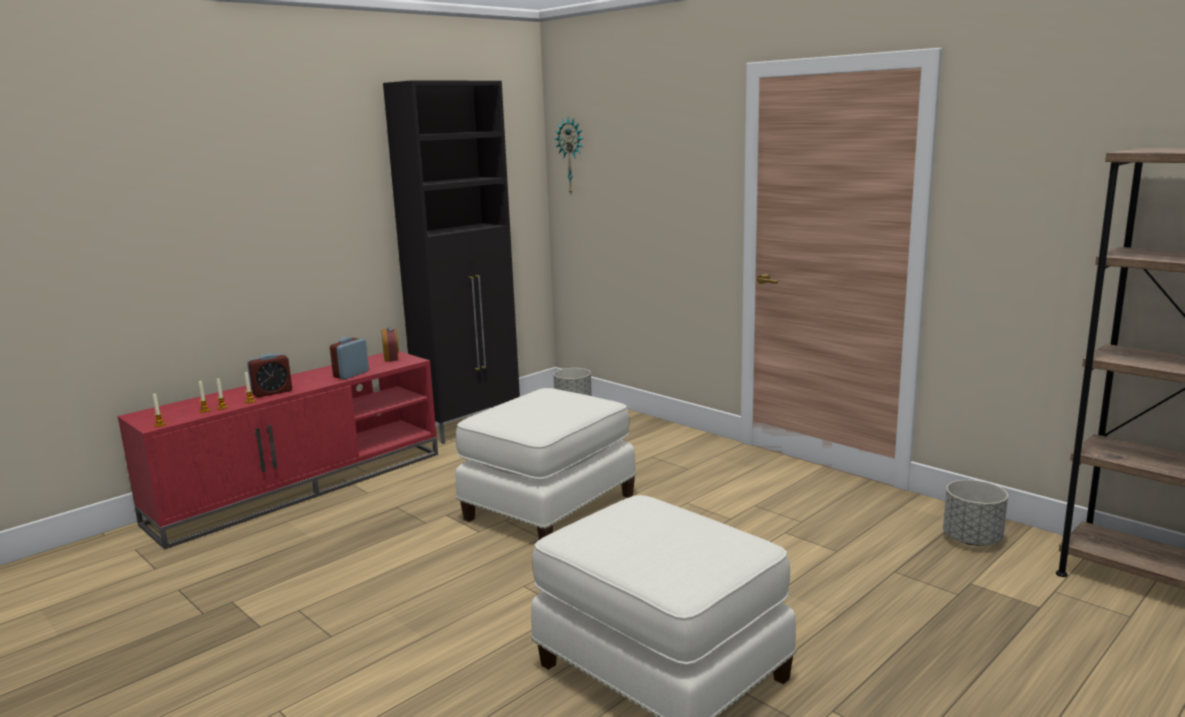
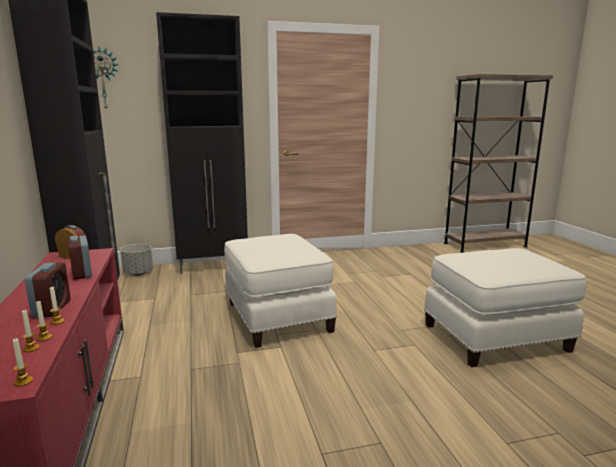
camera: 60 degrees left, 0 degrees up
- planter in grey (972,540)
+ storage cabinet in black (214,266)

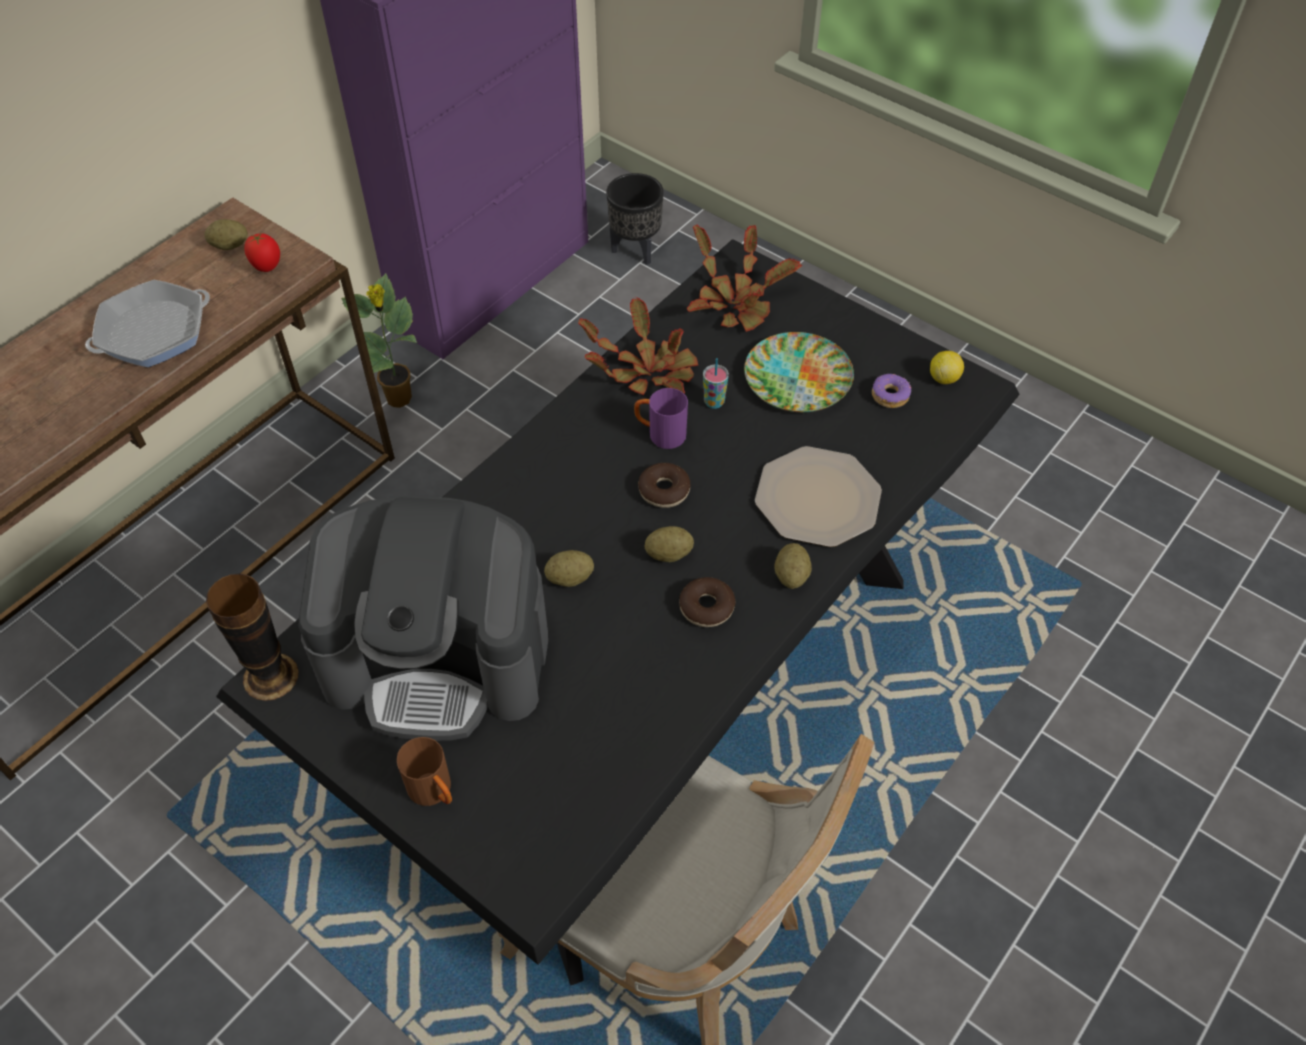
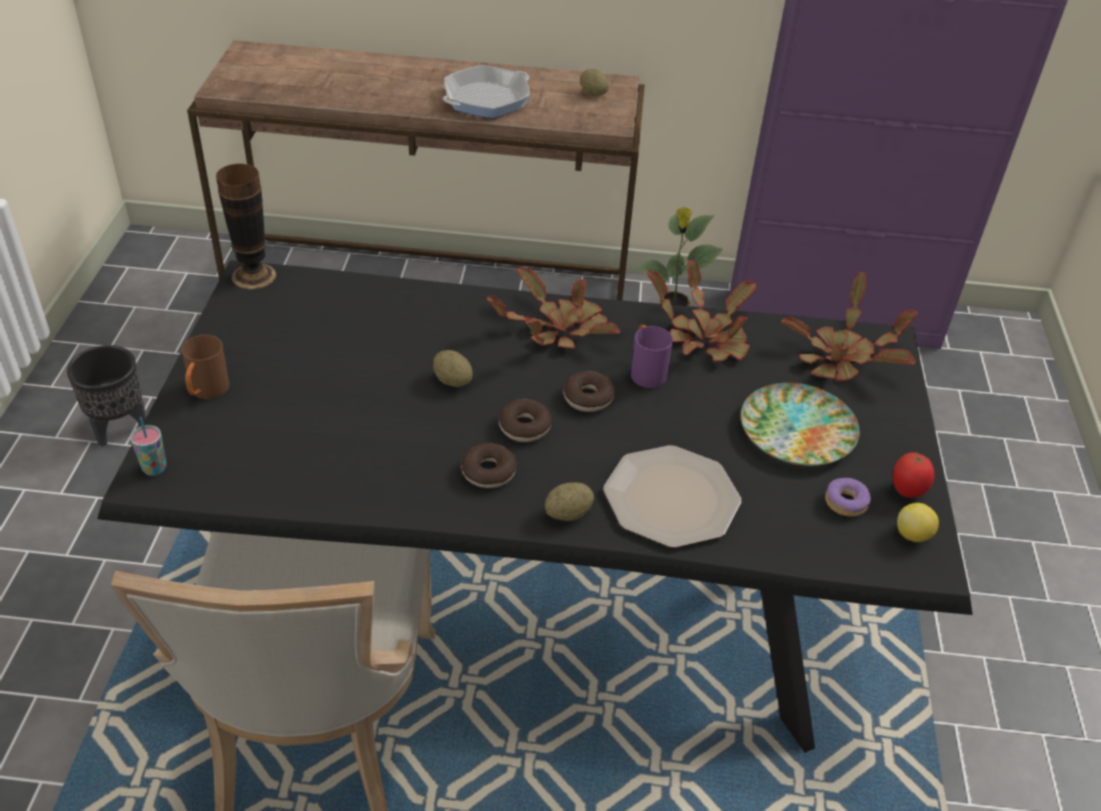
camera: 55 degrees right, 10 degrees down
~ frying pan (153,332) = (486,99) 60 degrees counterclockwise
~ fresh tomato (267,267) to (907,491)
- coffee maker (439,656)
~ planter in black (636,250) to (120,429)
~ spud (669,554) to ring doughnut (524,427)
~ small cup (714,402) to (154,469)
+ plant in a pot (558,330)

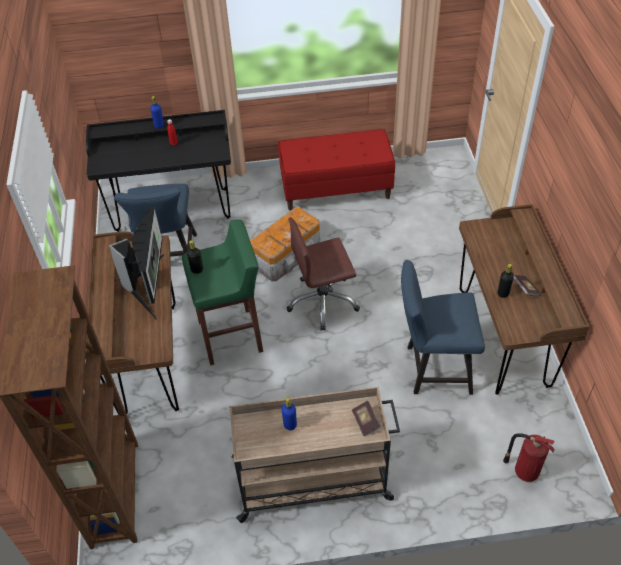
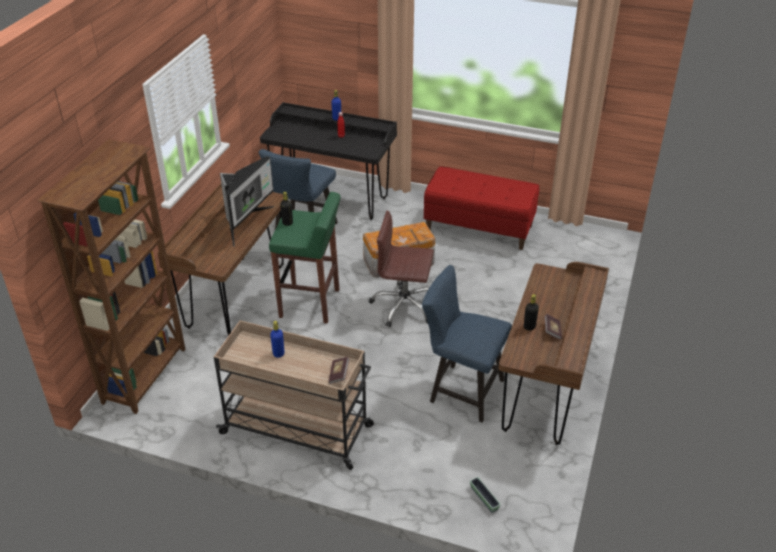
camera: 25 degrees right, 10 degrees down
~ extinguisher (524,471) to planter (484,498)

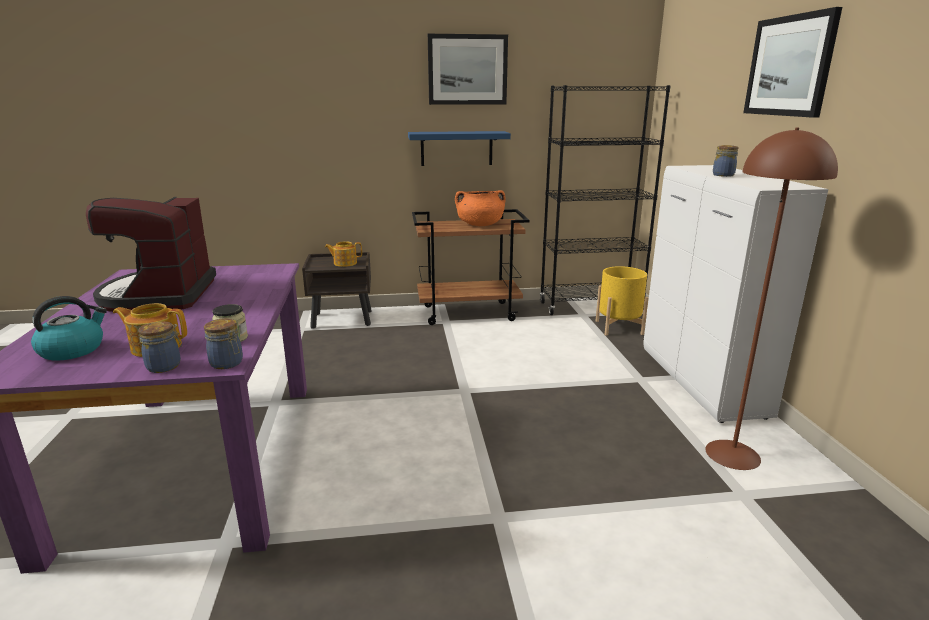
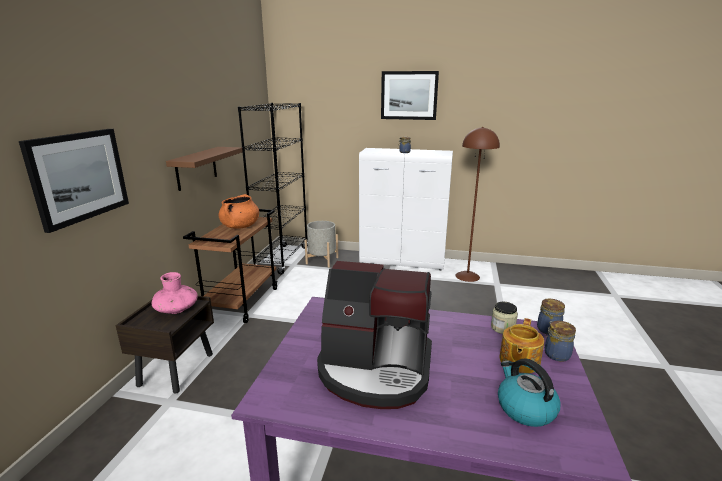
camera: 70 degrees left, 0 degrees up
~ tea pot (344,263) to decorative vase in pink-coloured (176,309)
~ bracket shelf in bluish (456,148) to bracket shelf in brownish (196,168)
~ wall art (467,70) to (79,176)
~ planter in yellow-coloured (619,327) to planter in grey (322,260)

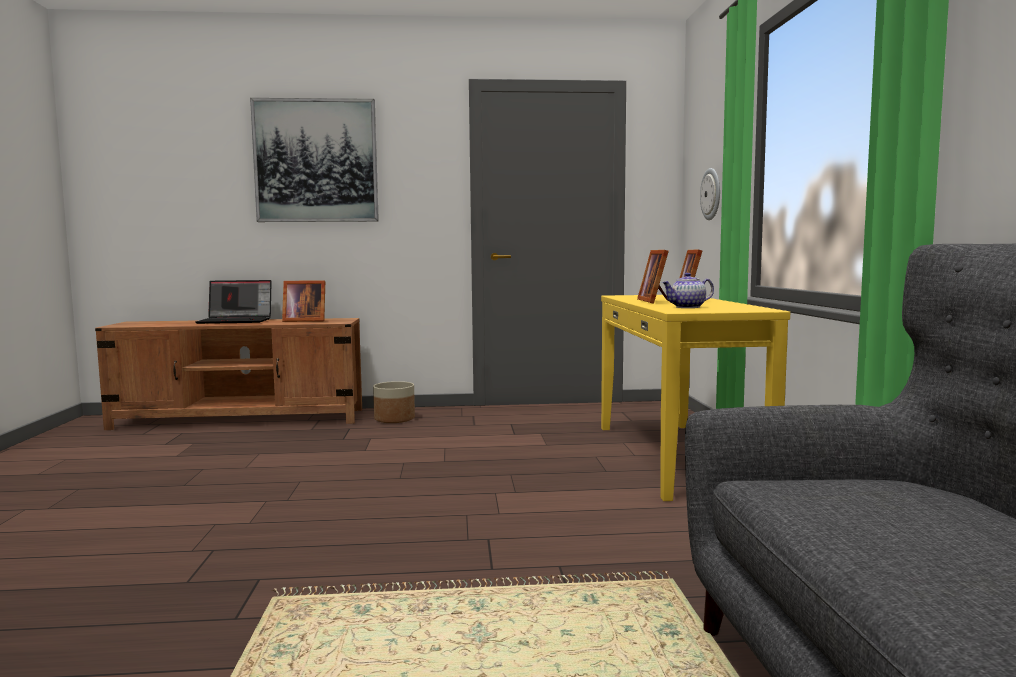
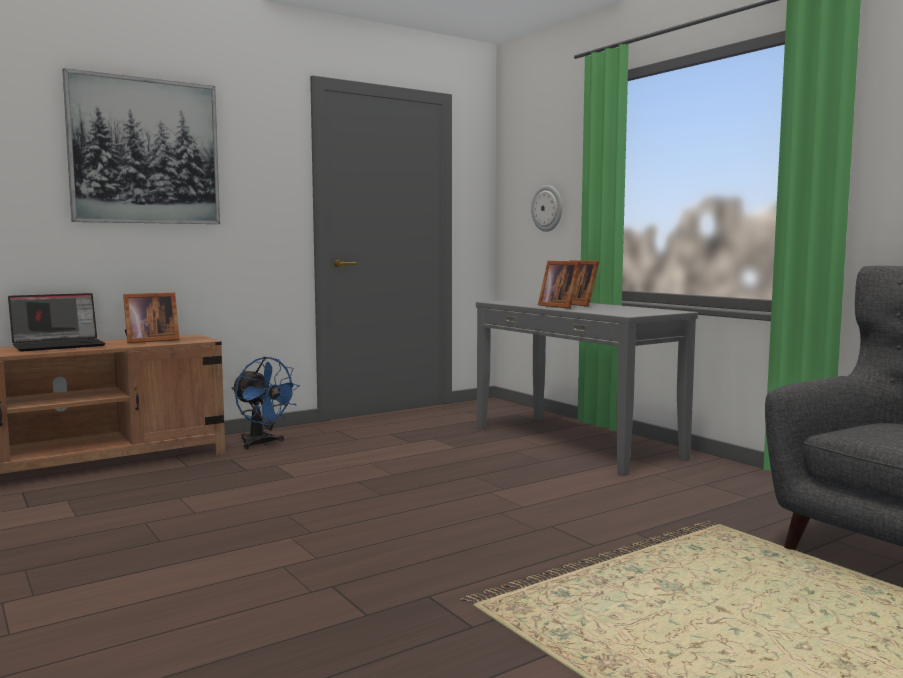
camera: 30 degrees left, 0 degrees up
~ planter (394,419) to cooling fan in bluish (262,444)
~ console table in yellow-coloured (677,457) to console table in grey (575,442)
- tea pot (687,307)

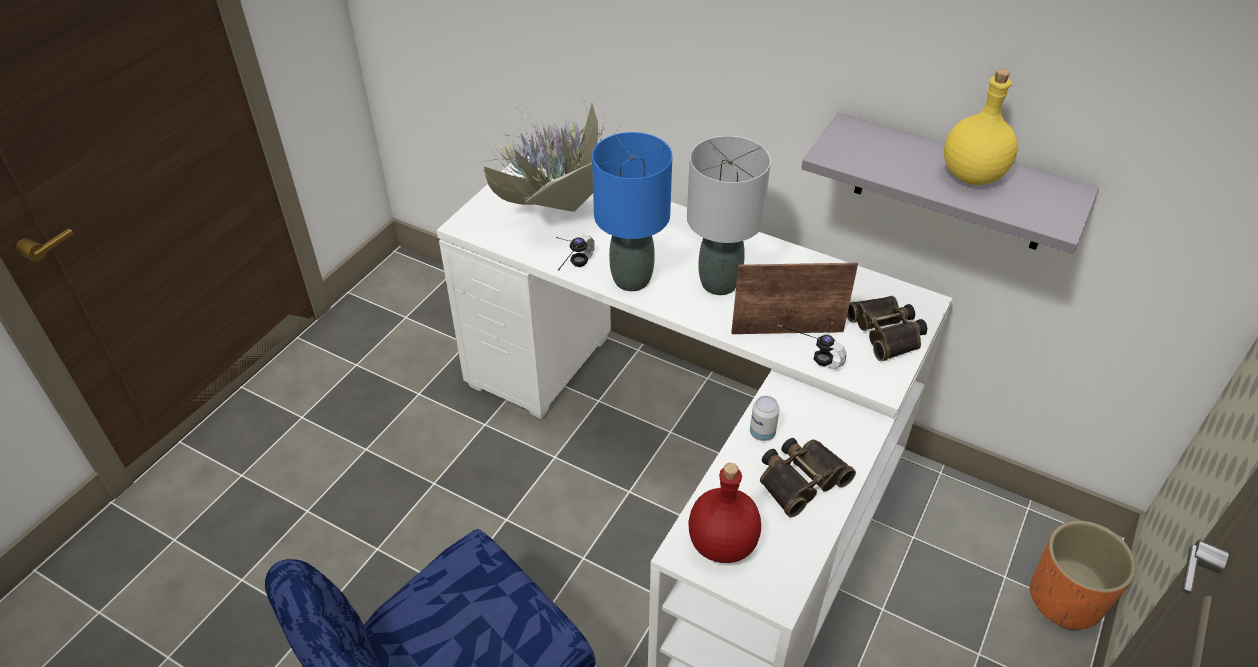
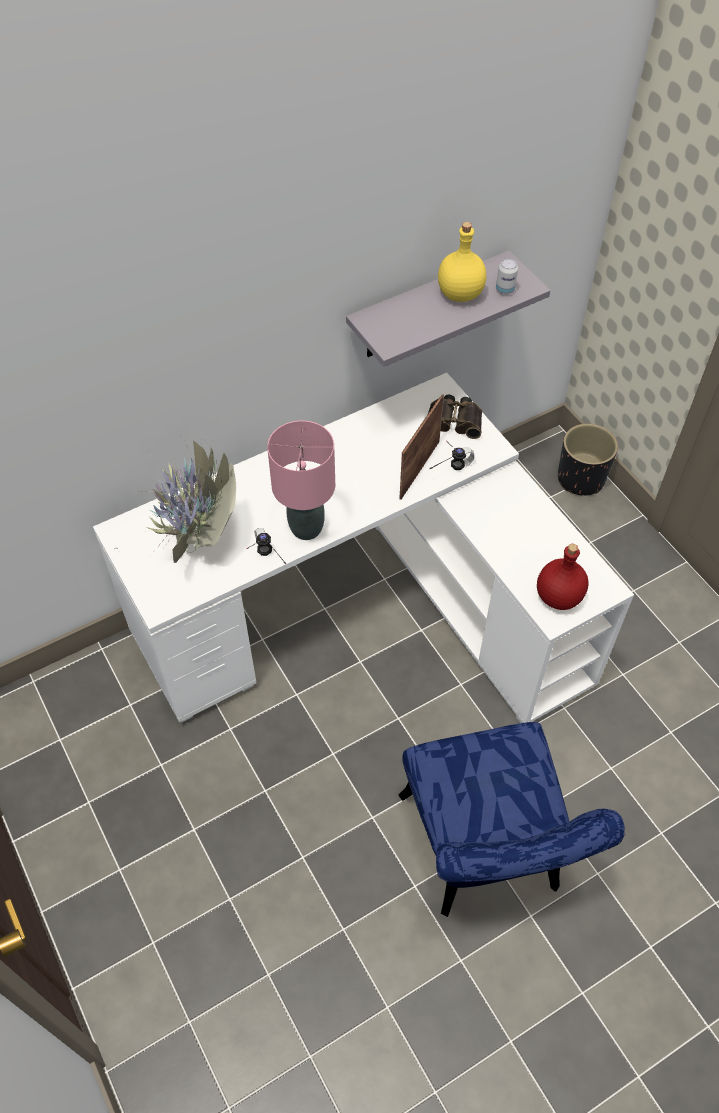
camera: 60 degrees left, 10 degrees up
~ lamp for a table in bluish (632,279) to lamp for a table in pink-coloured (306,528)
- lamp for a table in grey (720,283)
~ sealed can (762,433) to (505,290)
- field glasses (800,478)
~ planter in orangey (1066,599) to planter in black (581,478)

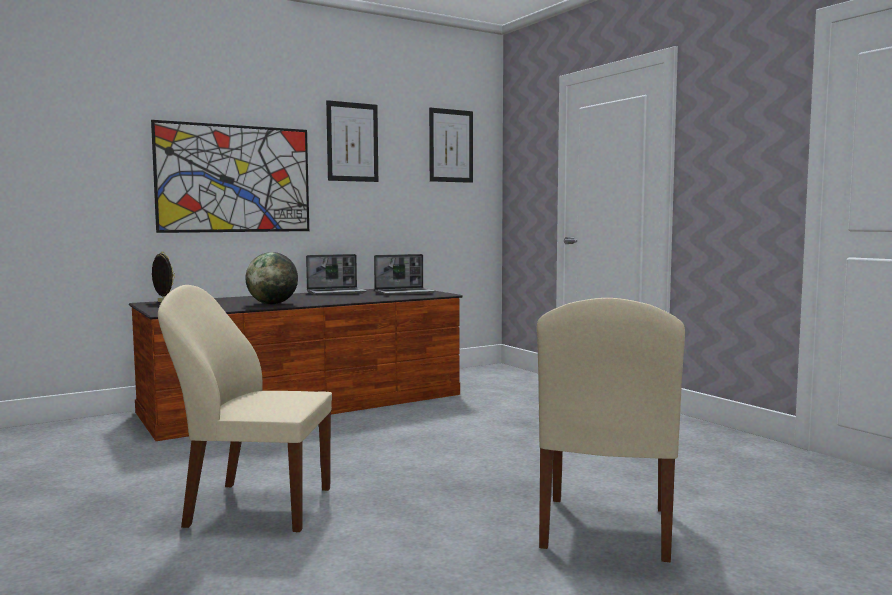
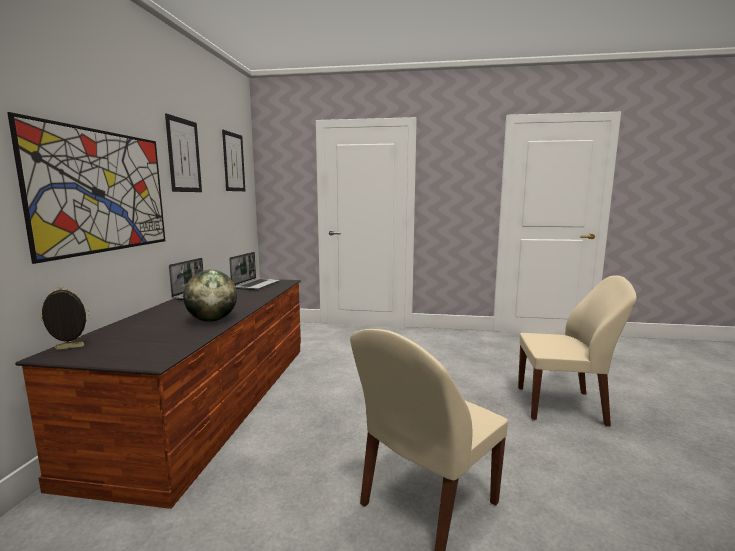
camera: 50 degrees left, 5 degrees up
~ plain chair in beige (605,530) = (563,406) 45 degrees counterclockwise

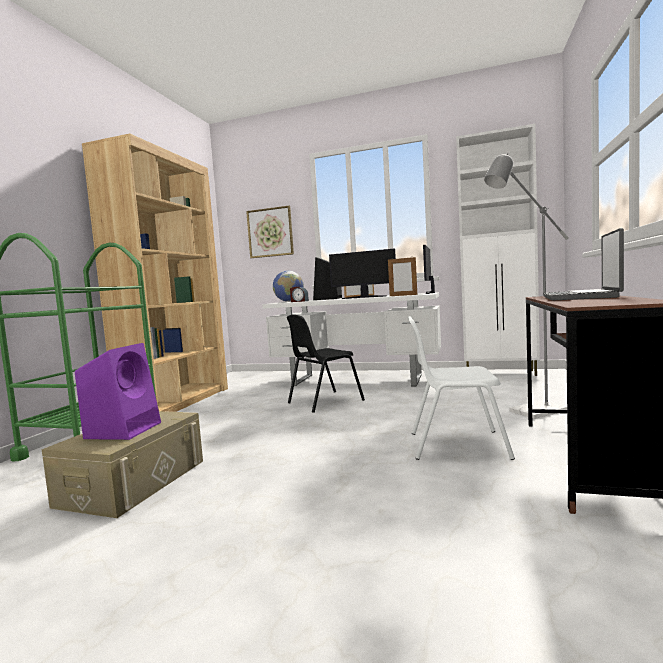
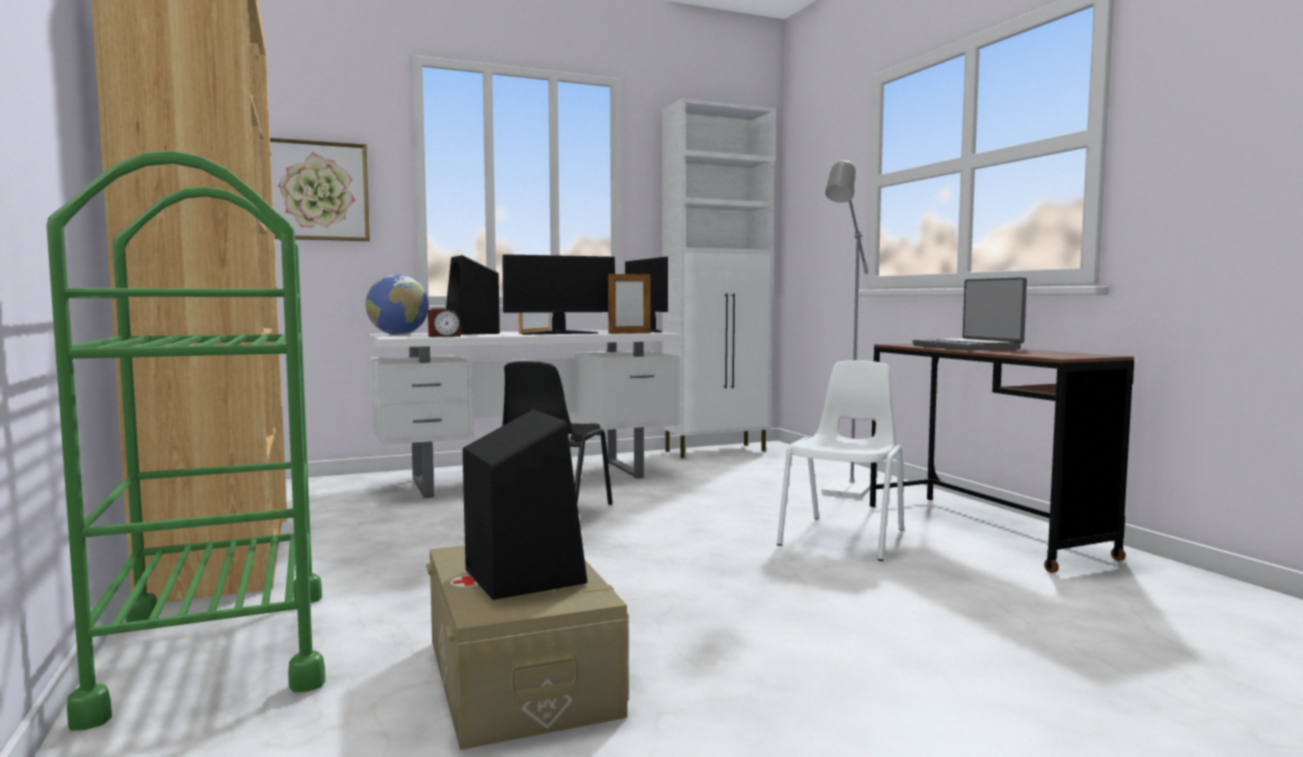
camera: 40 degrees left, 0 degrees up
~ audio speaker in purple-coloured (124,430) to audio speaker in black (522,575)
~ plain chair in white (456,445) = (845,537) 150 degrees clockwise

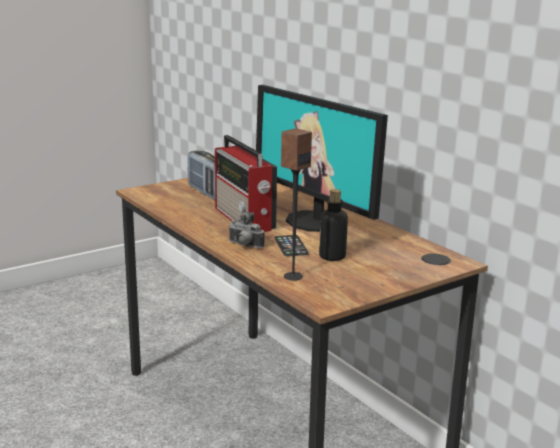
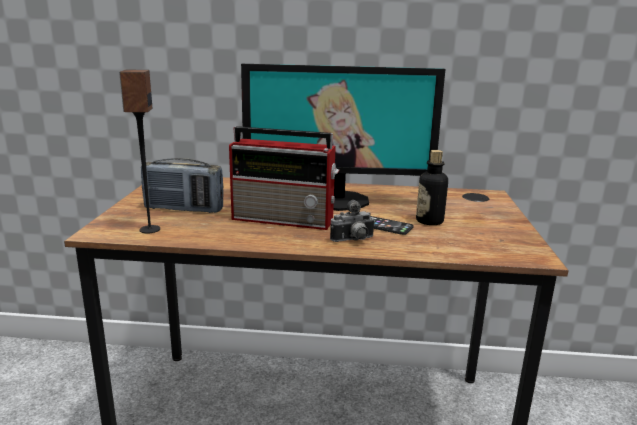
camera: 50 degrees left, 0 degrees up
~ audio speaker (292,276) to (149,229)

